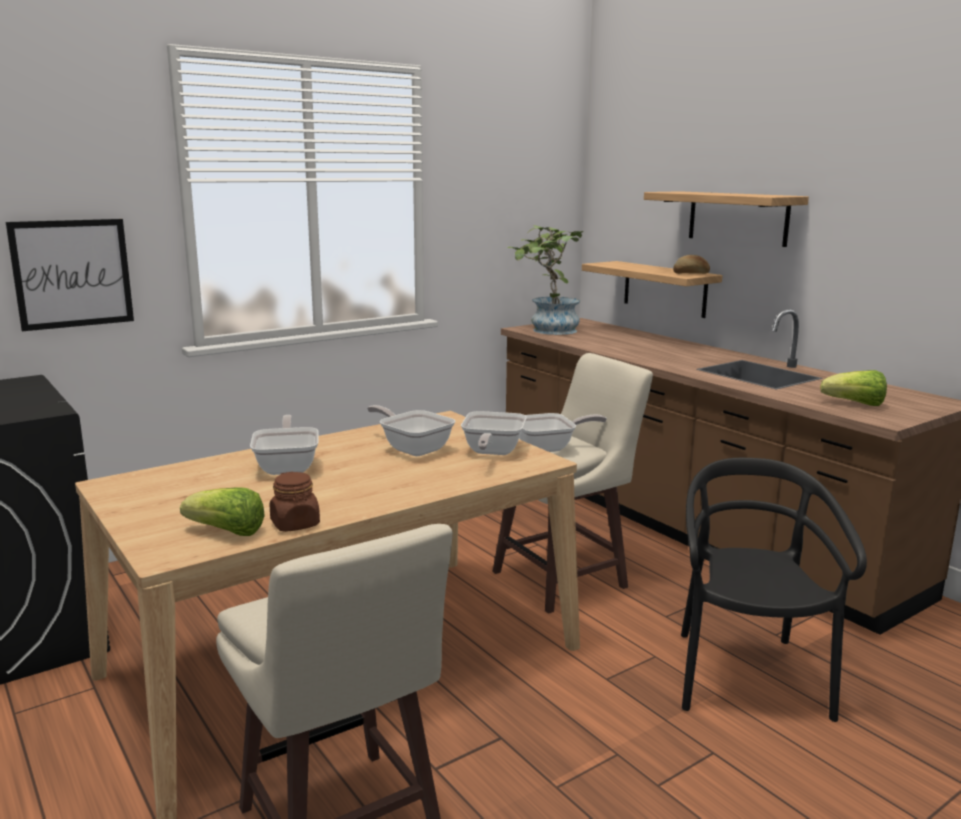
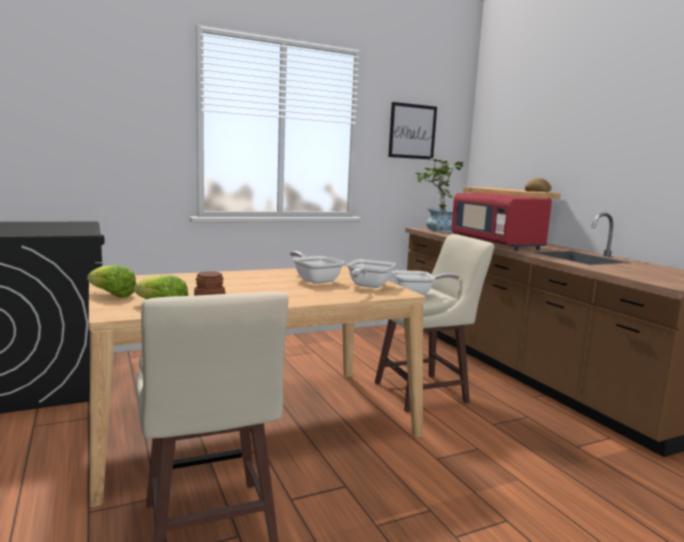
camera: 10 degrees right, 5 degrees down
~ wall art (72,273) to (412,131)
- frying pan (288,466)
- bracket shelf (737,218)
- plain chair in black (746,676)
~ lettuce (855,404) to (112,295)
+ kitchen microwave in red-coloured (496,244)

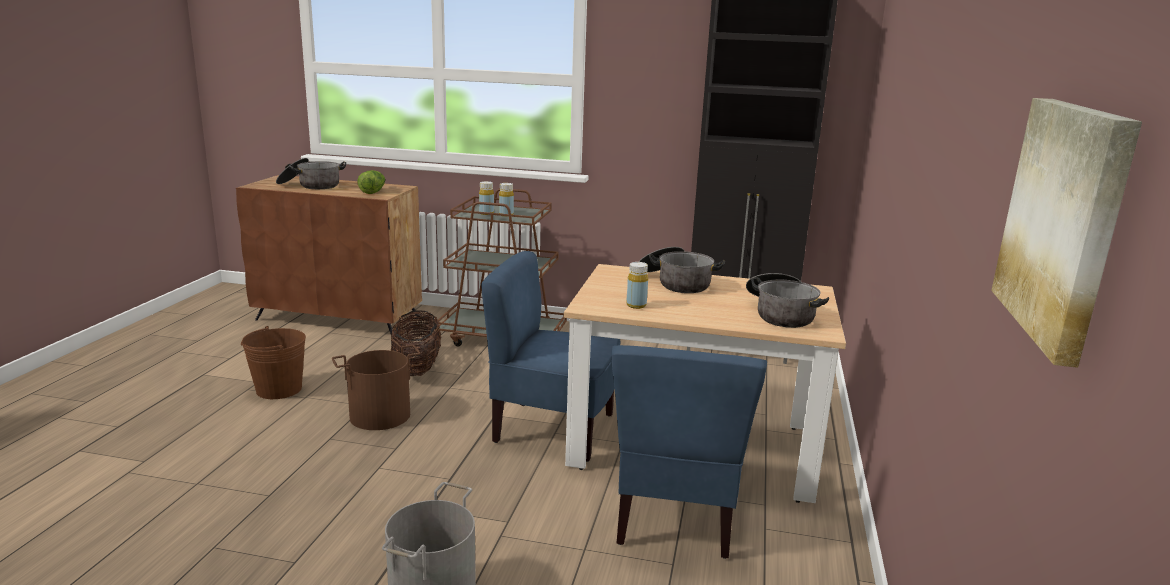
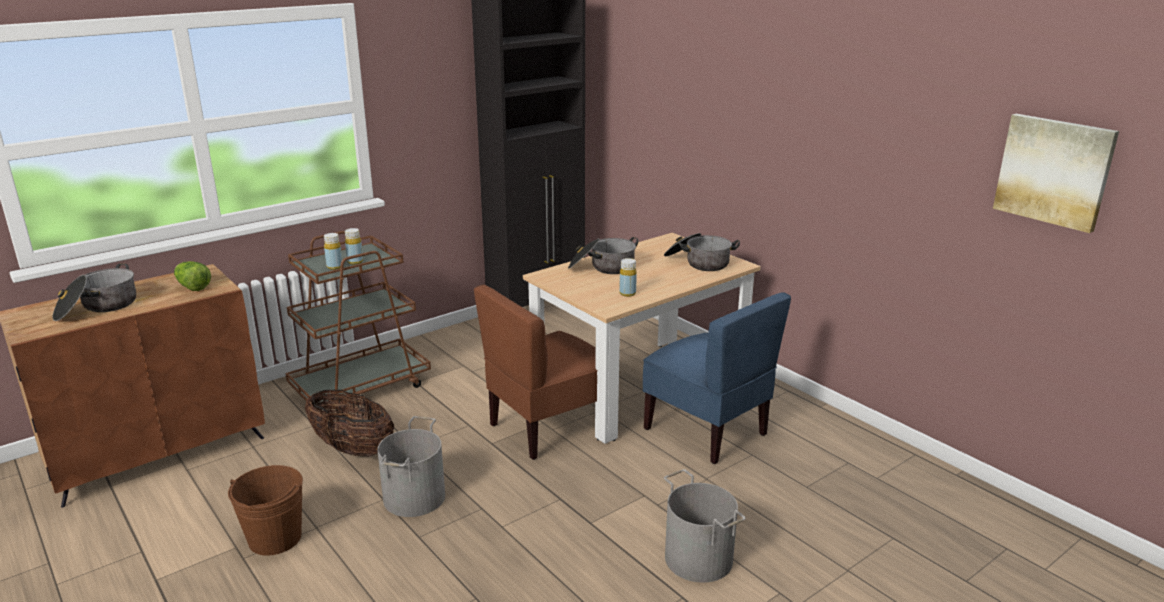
camera: 50 degrees left, 5 degrees up
~ pail in brownish (379,415) to pail in grey (413,497)
~ plain chair in bluish (553,430) to plain chair in brownish (548,428)

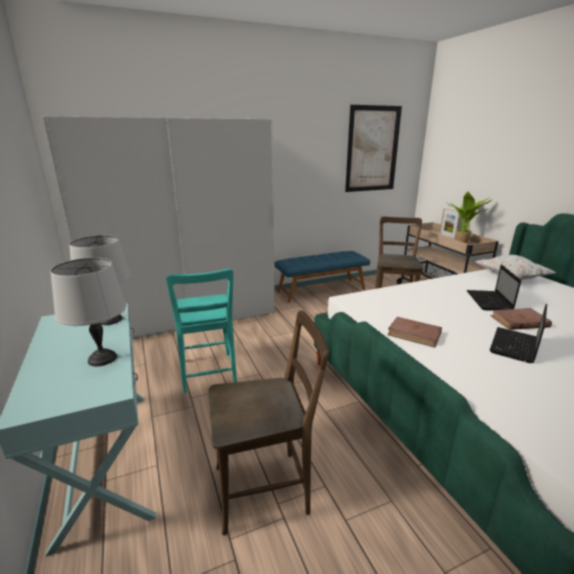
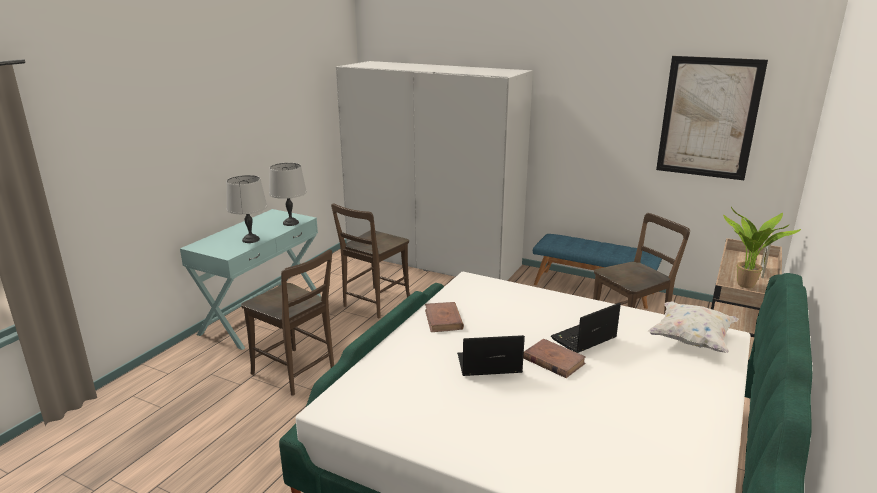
camera: 50 degrees right, 0 degrees up
~ plain chair in turquoise-coloured (208,374) to plain chair in brownish (374,303)

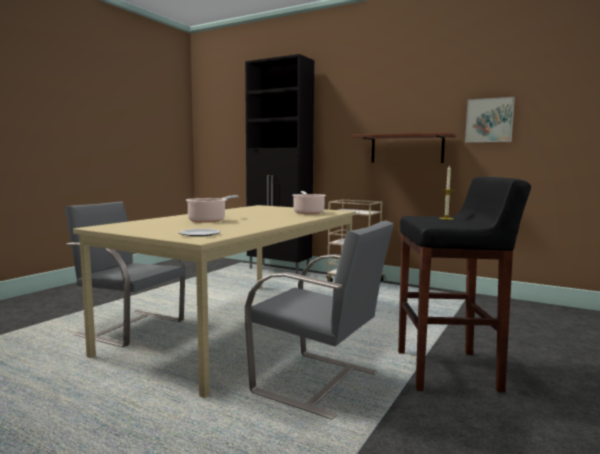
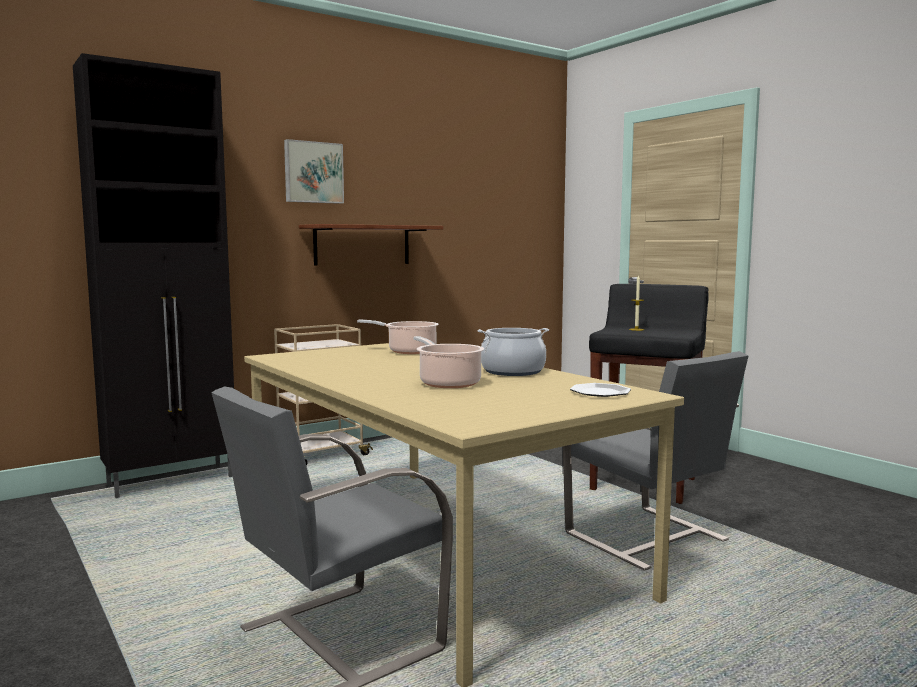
camera: 65 degrees left, 0 degrees up
~ plain chair in grey (318,383) = (647,538) 90 degrees clockwise
~ wall art (489,120) to (313,172)
+ stockpot (513,371)

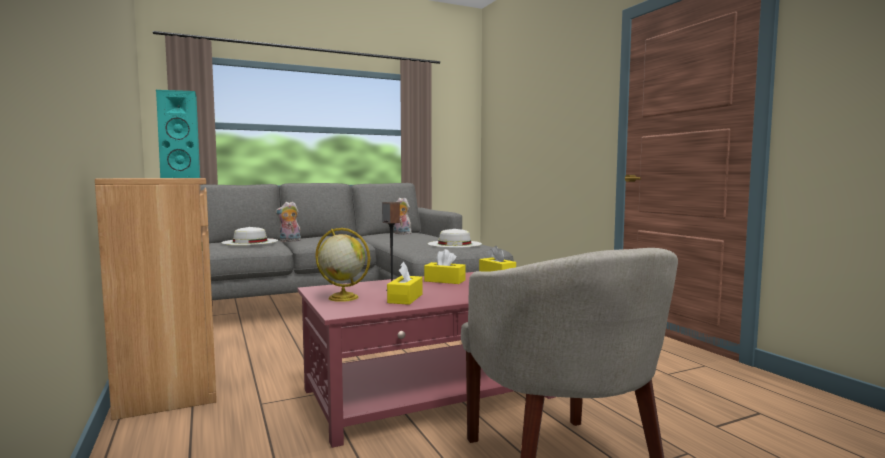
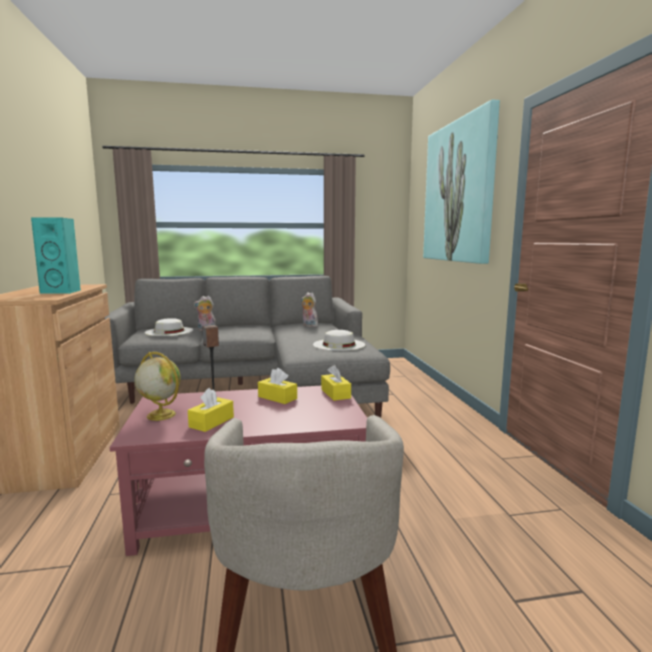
camera: 15 degrees right, 5 degrees up
+ wall art (459,192)

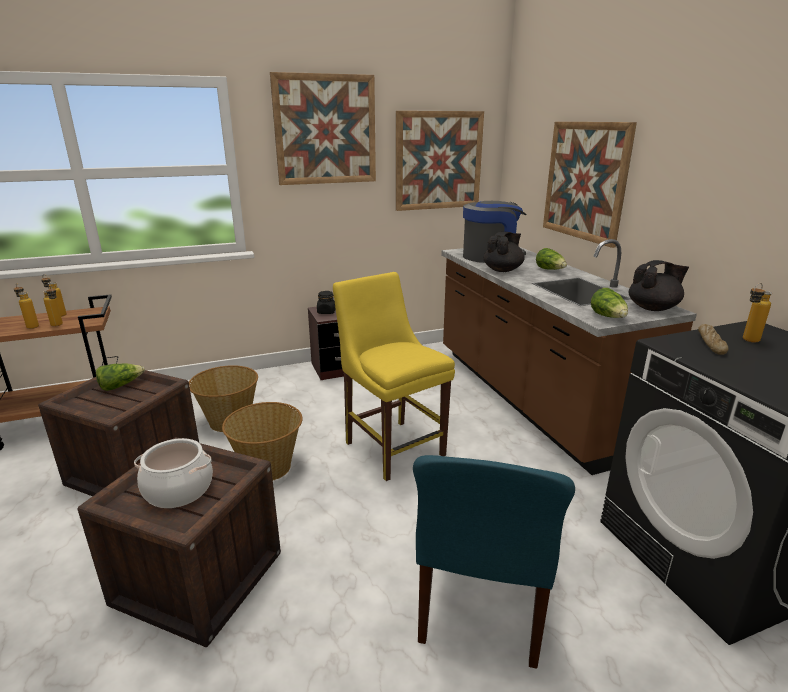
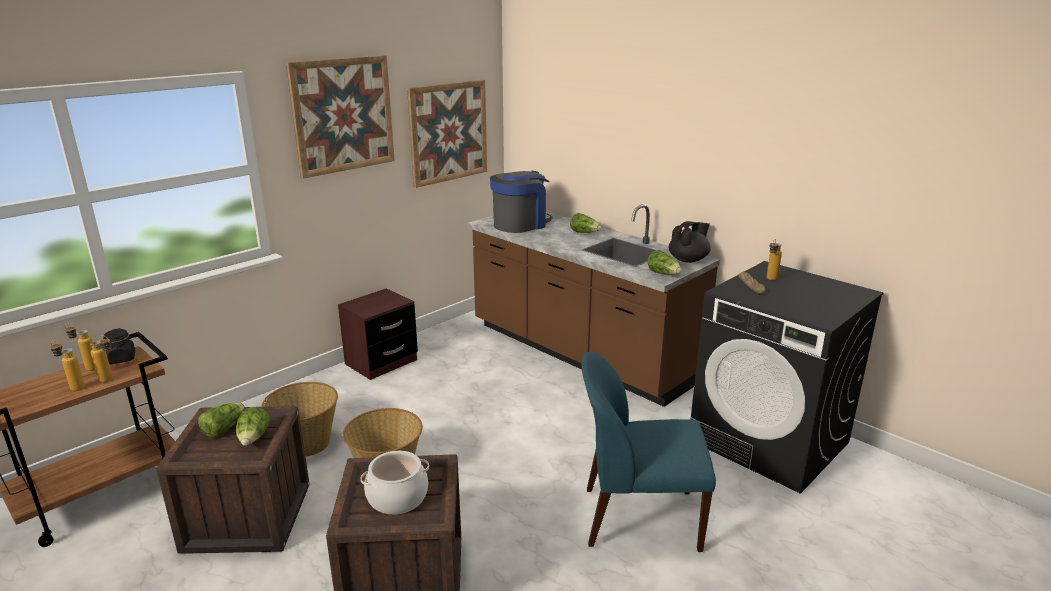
camera: 25 degrees left, 0 degrees up
~ preserve jar in black (326,312) to (121,359)
- plain chair in yellow-coloured (392,446)
~ plain chair in bluish (481,598) = (638,518) 105 degrees clockwise
- tea pot in black (503,270)
- wall art (585,181)
+ lettuce (254,438)

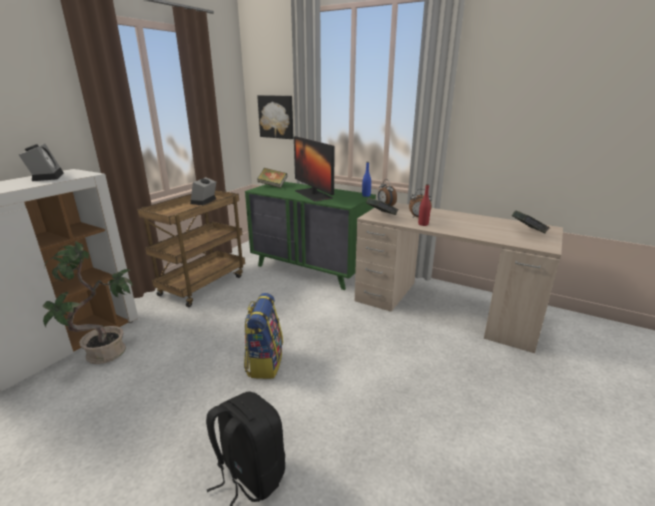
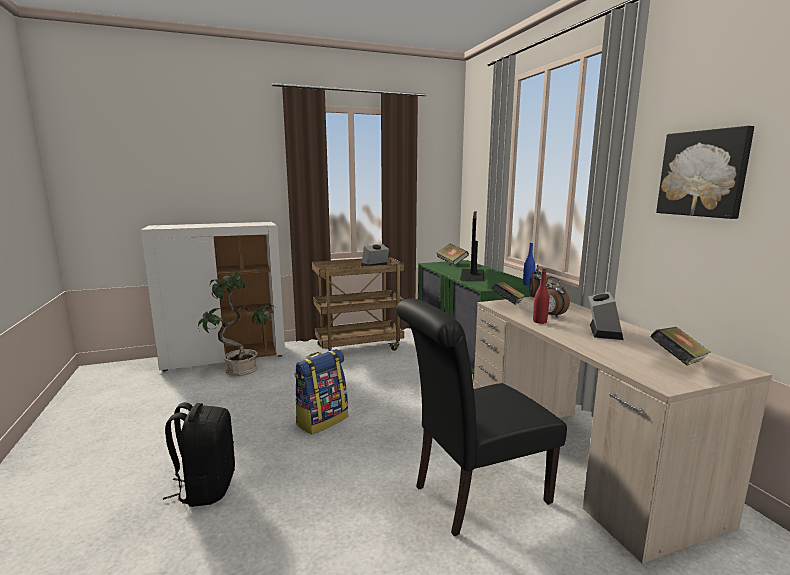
camera: 40 degrees right, 10 degrees down
~ table clock (46,176) to (602,331)
~ wall art (276,117) to (703,173)
+ plain chair in black (474,495)

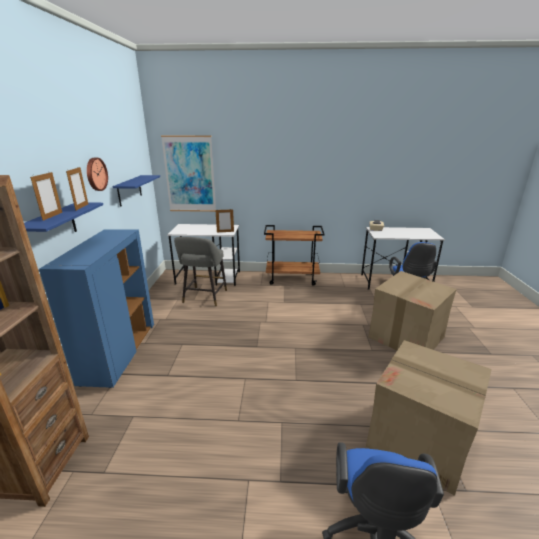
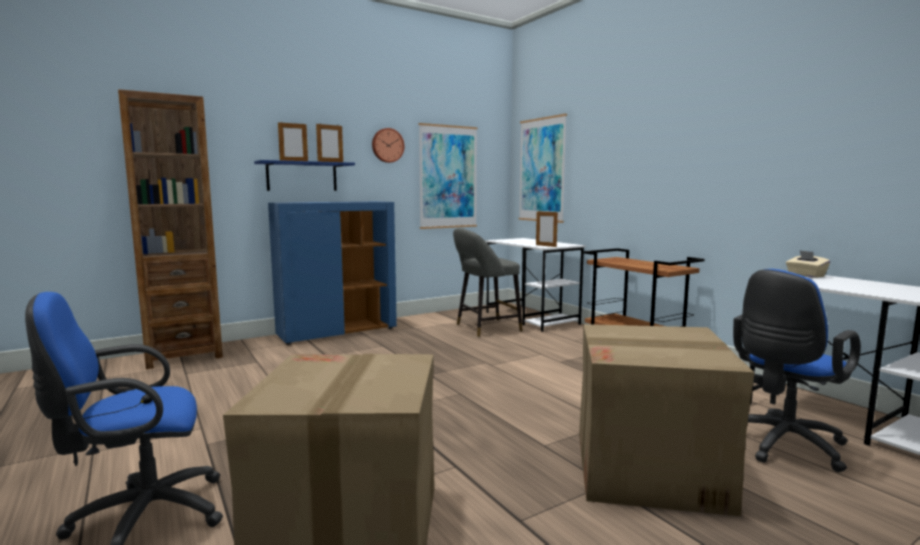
camera: 55 degrees right, 15 degrees down
~ bracket shelf in bluish (129,190) to wall art (448,177)

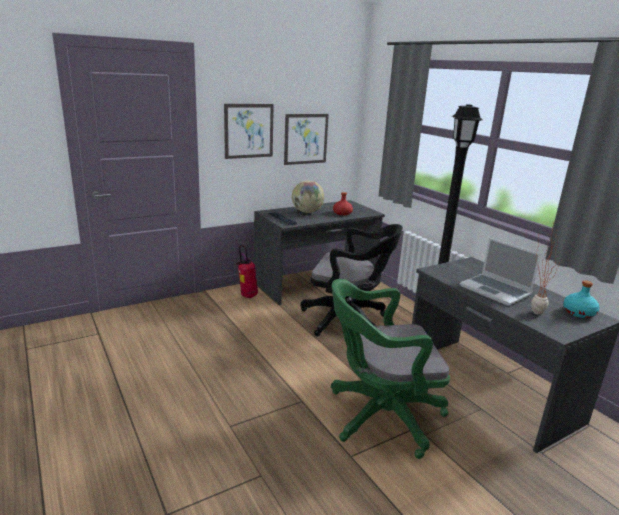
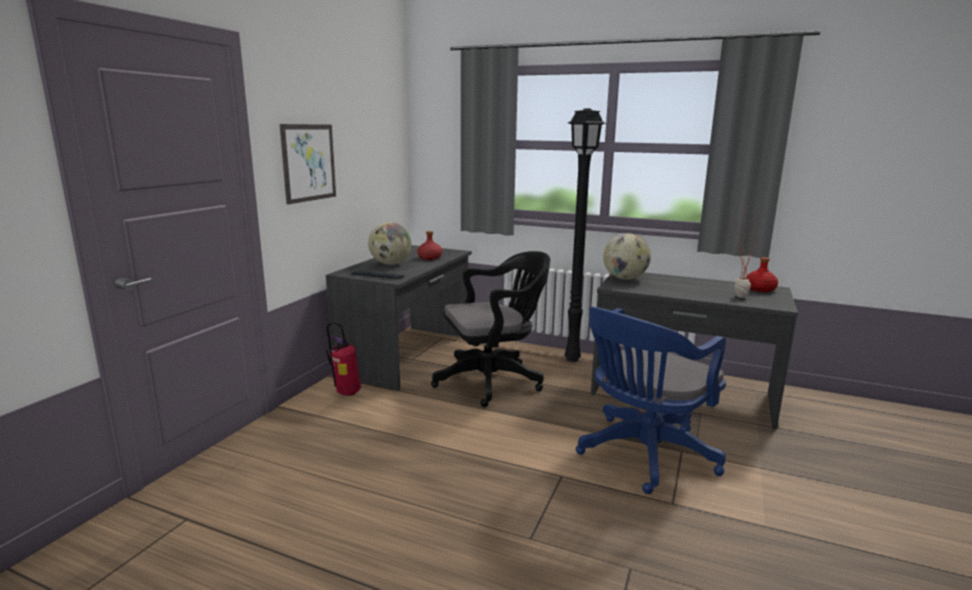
camera: 35 degrees left, 5 degrees down
- wall art (306,139)
~ office chair in green (379,416) to office chair in bluish (642,456)
- laptop (496,291)
~ bottle in turquoise-coloured (579,313) to bottle in red-coloured (760,289)
+ desk globe (625,278)

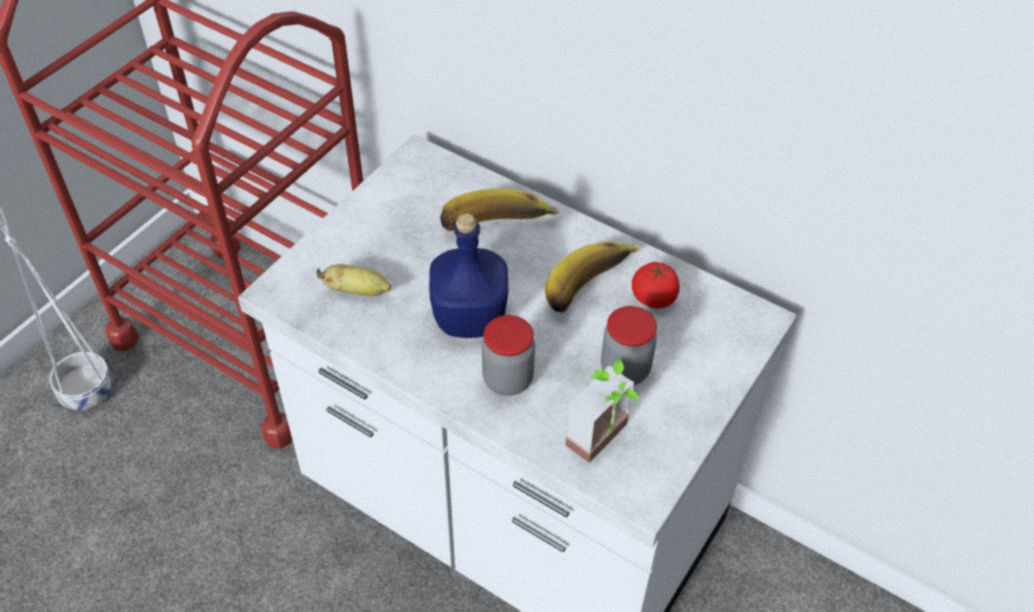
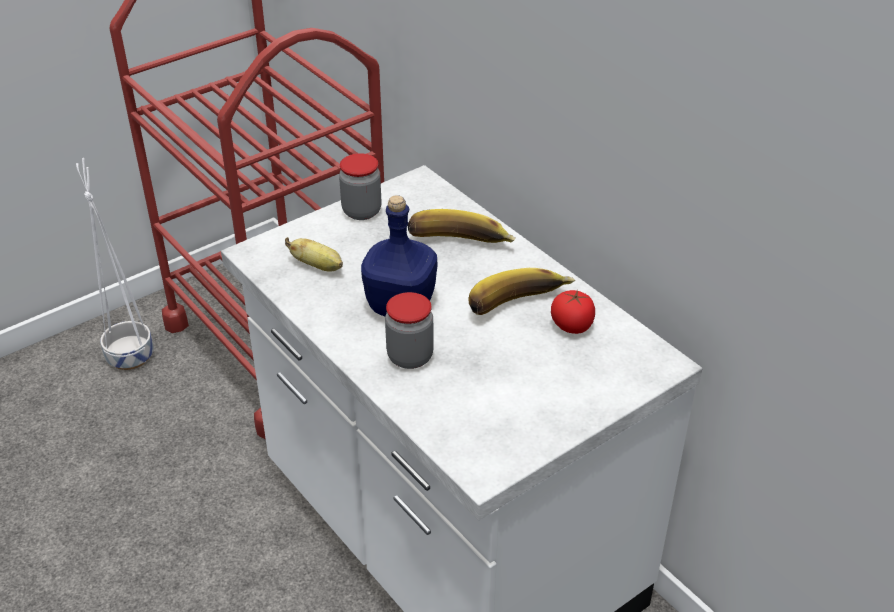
camera: 20 degrees right, 10 degrees down
- plant in a pot (606,442)
~ preserve jar (625,370) to (361,211)

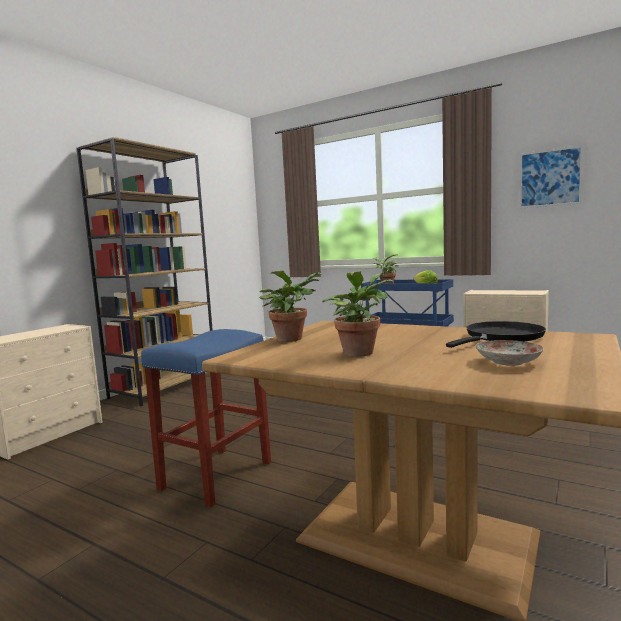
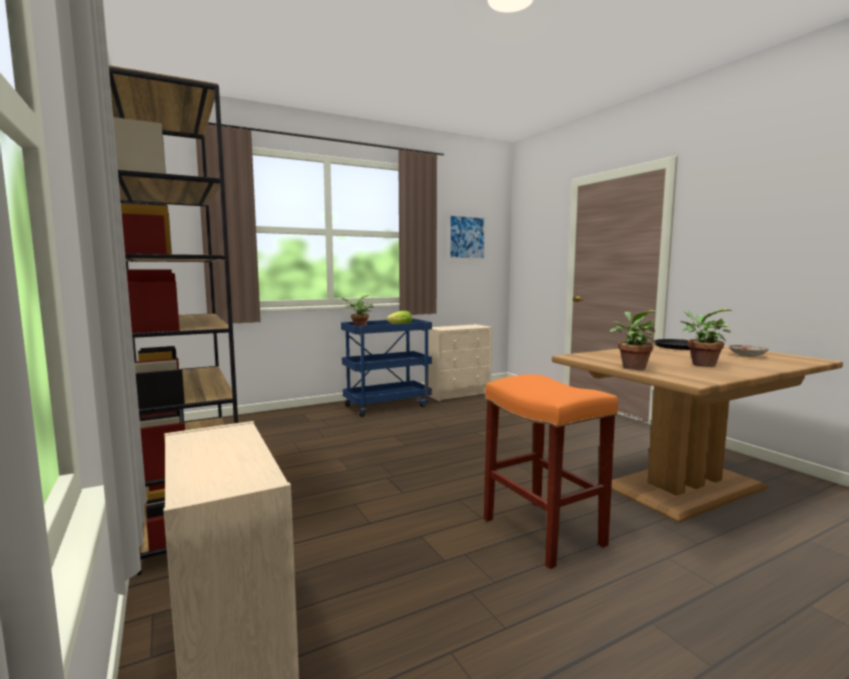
camera: 60 degrees left, 0 degrees up
~ stool seat in bluish (217,474) to stool seat in orangey (541,531)

